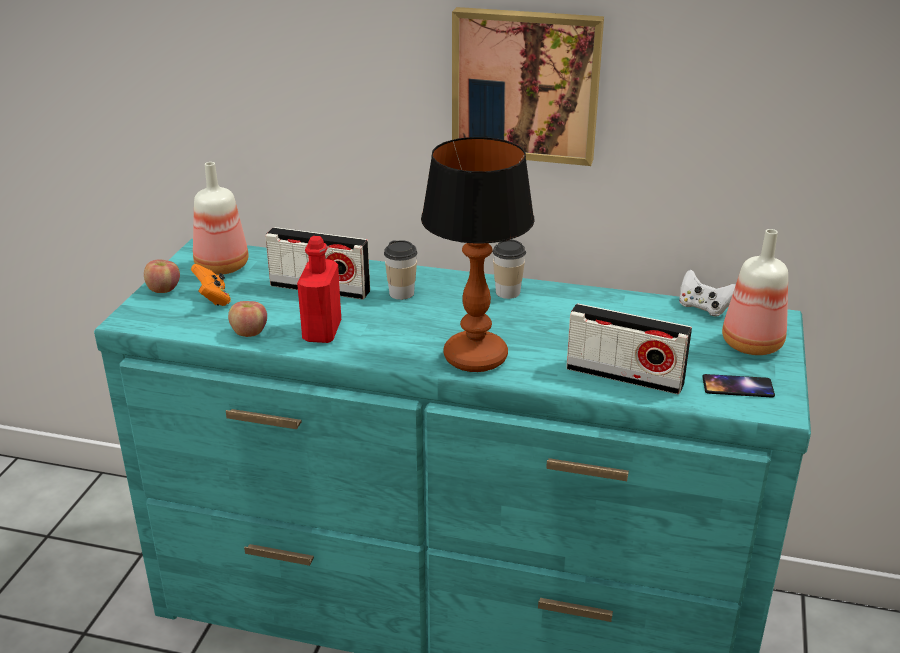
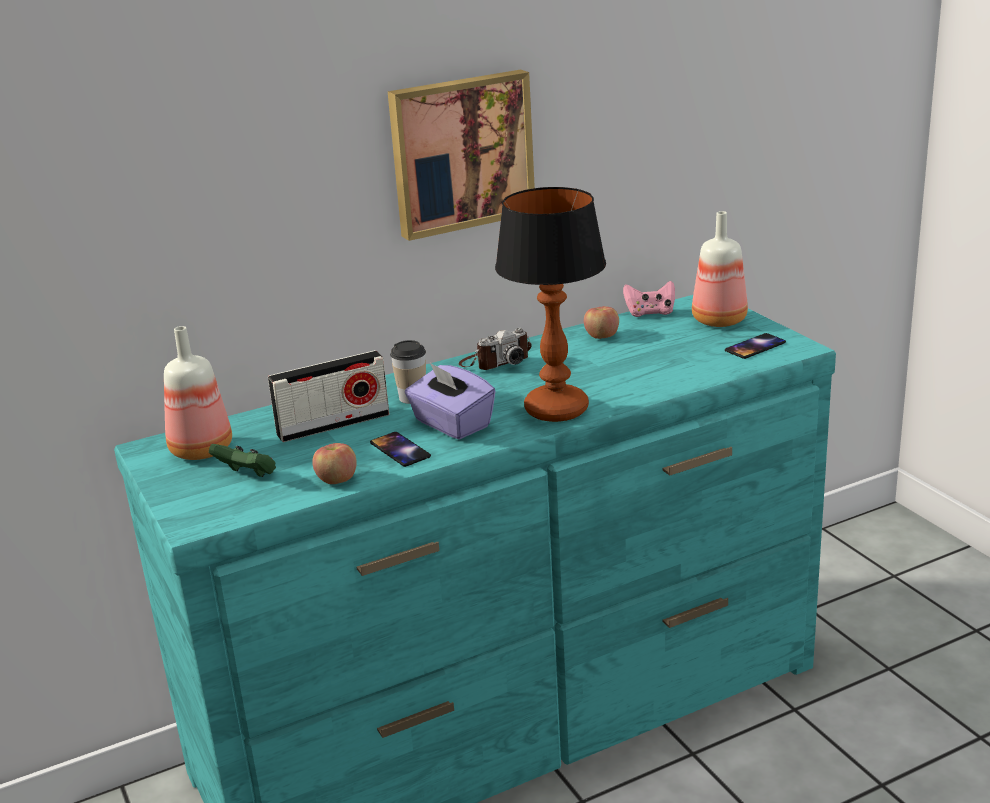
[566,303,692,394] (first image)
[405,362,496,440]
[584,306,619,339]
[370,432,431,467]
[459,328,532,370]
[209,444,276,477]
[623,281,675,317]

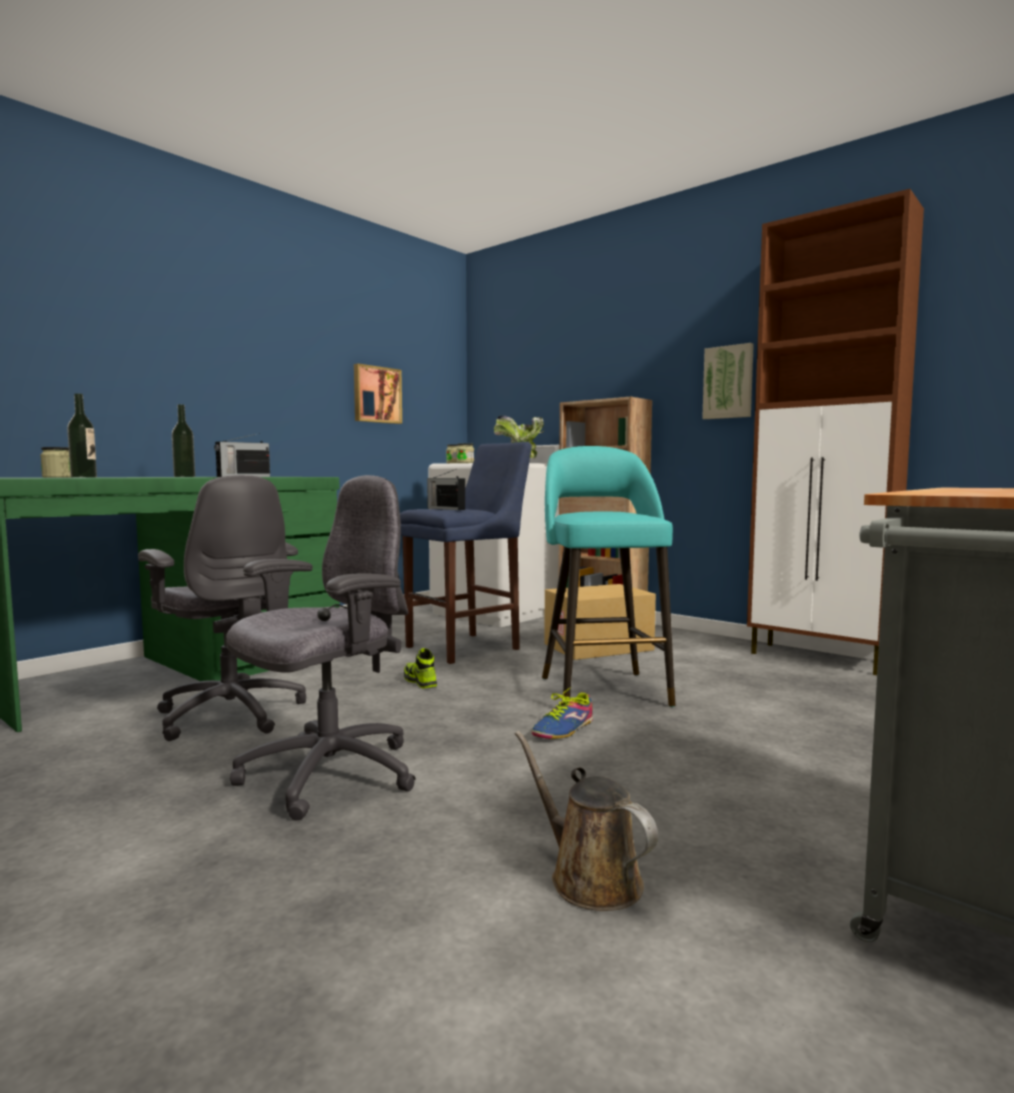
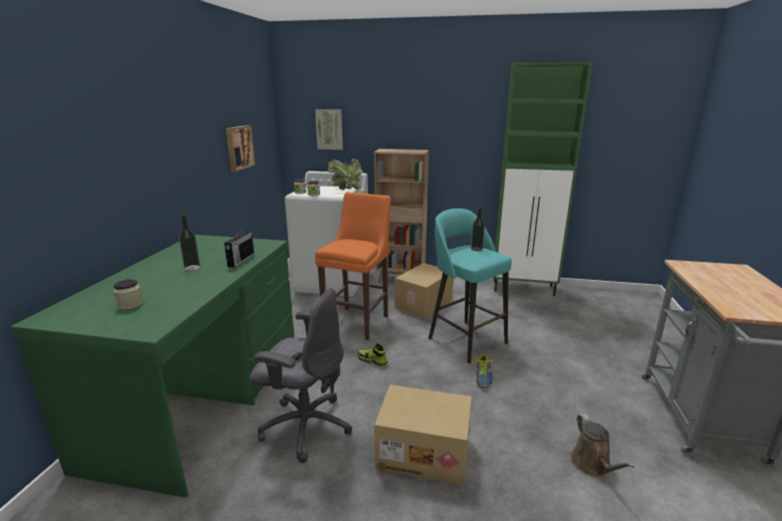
[427,469,465,510] (first image)
[471,207,485,251]
[315,109,343,150]
[374,385,472,486]
[315,192,391,340]
[494,62,592,296]
[570,414,635,477]

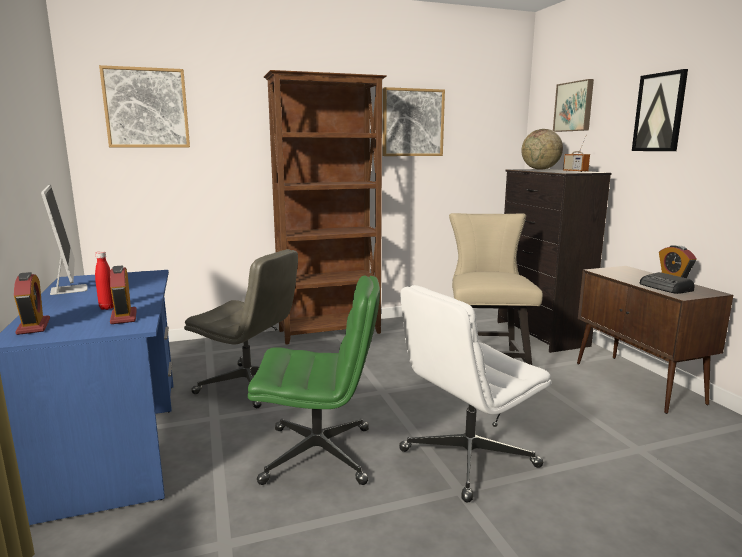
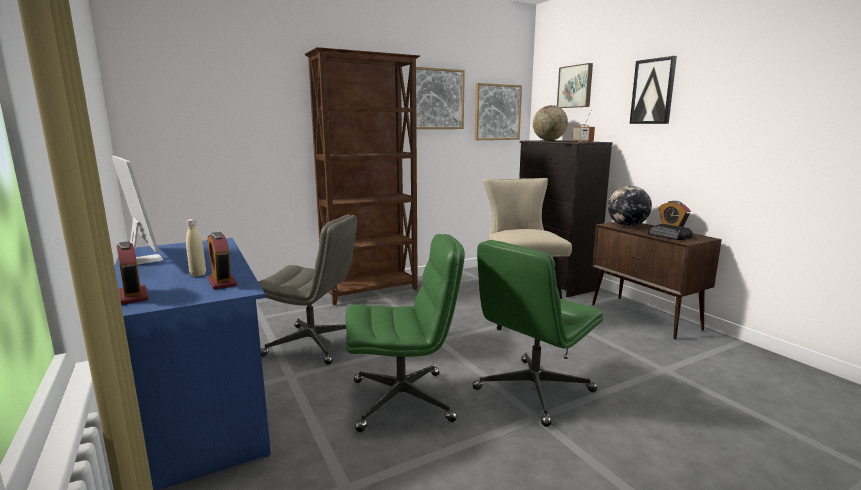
[608,186,652,227]
[475,83,522,140]
[186,219,206,277]
[472,240,604,427]

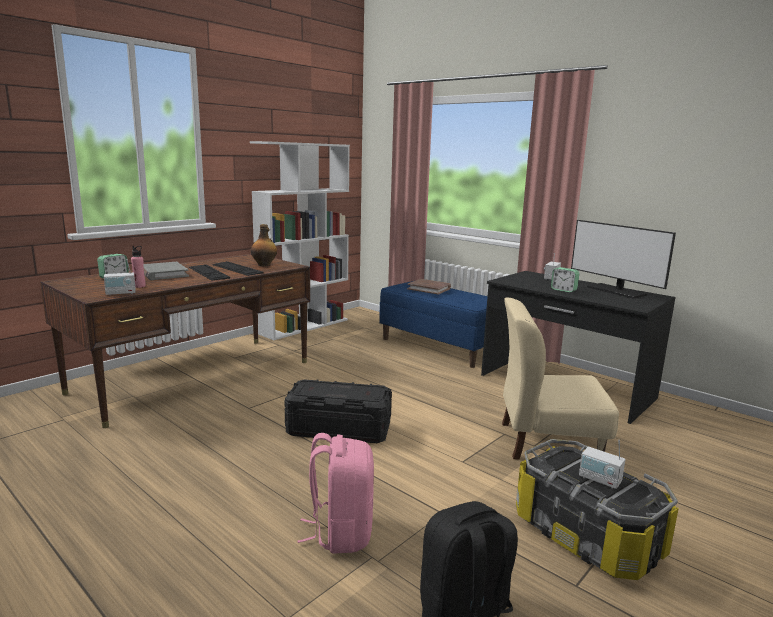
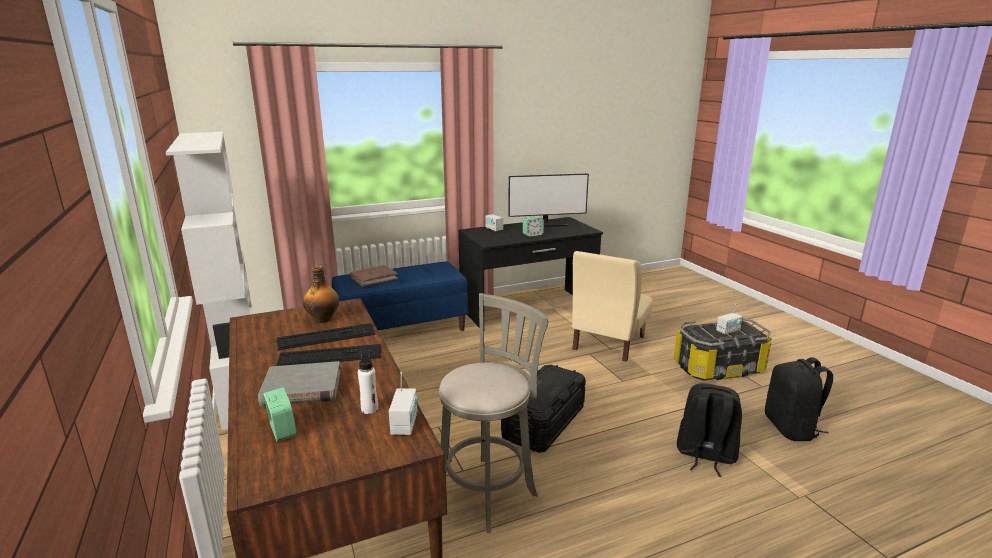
[439,293,548,533]
[358,351,378,414]
[677,383,742,477]

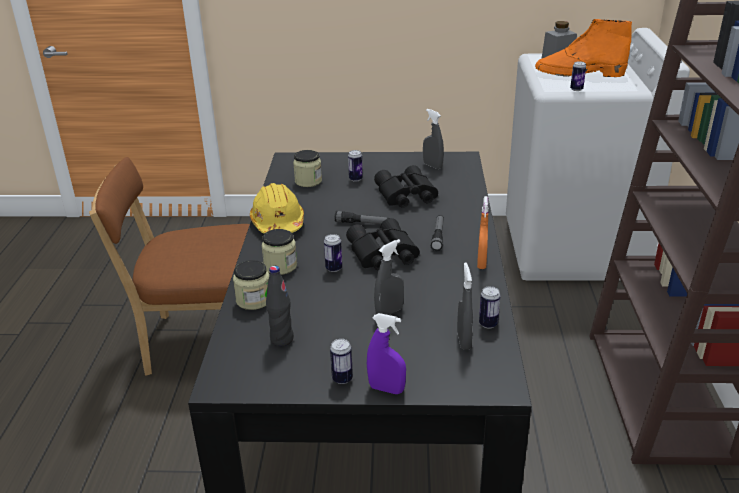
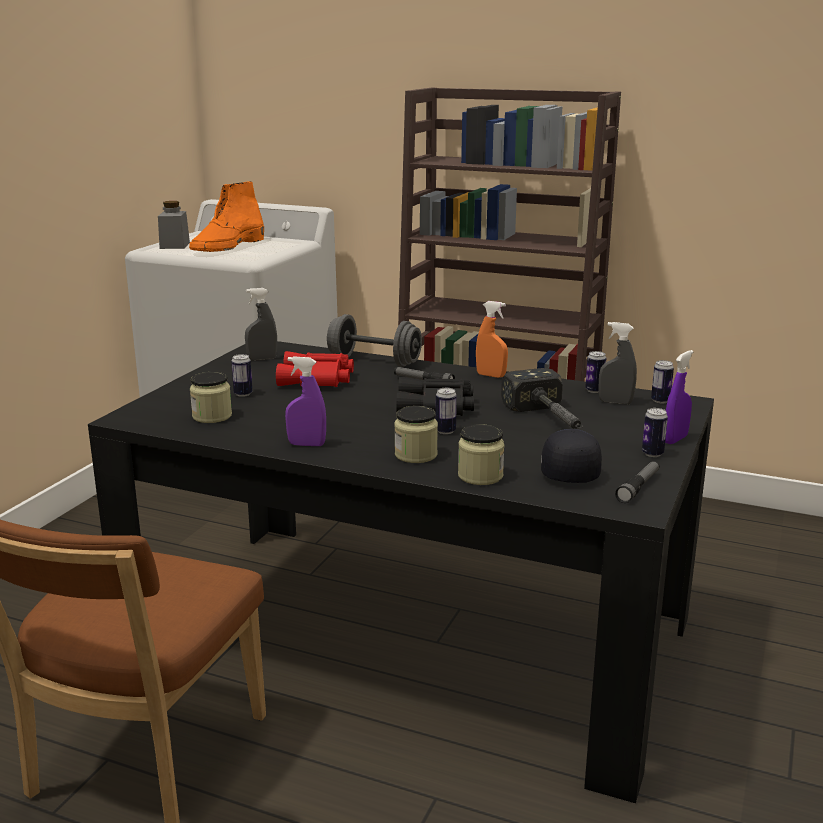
[327,314,422,367]
[615,461,660,503]
[651,360,674,403]
[285,356,326,446]
[541,429,602,483]
[501,368,583,429]
[276,351,354,387]

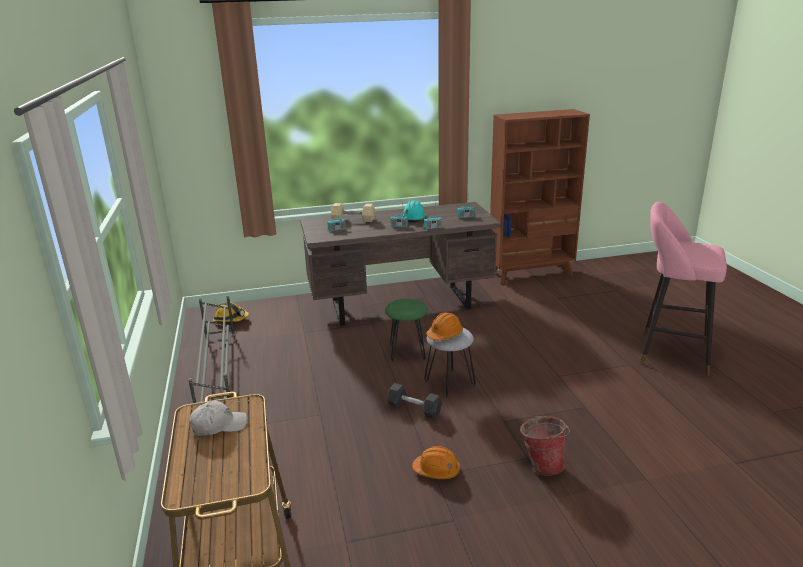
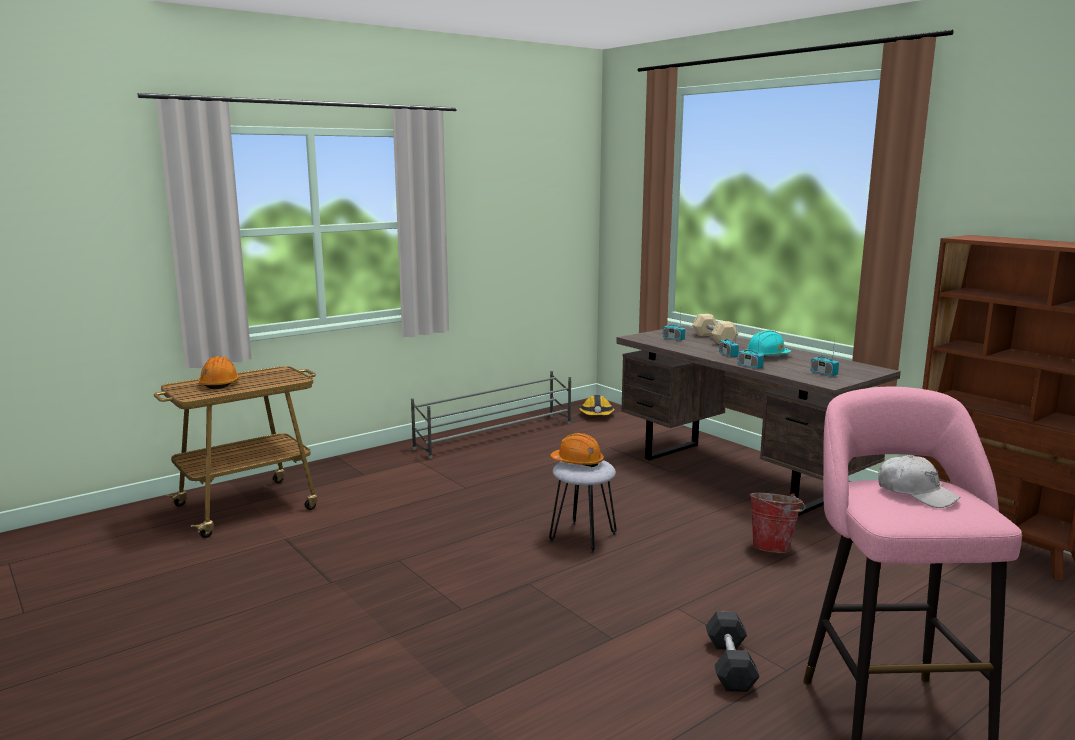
[385,299,428,362] (first image)
[878,455,961,508]
[706,611,760,692]
[198,356,240,389]
[749,493,805,553]

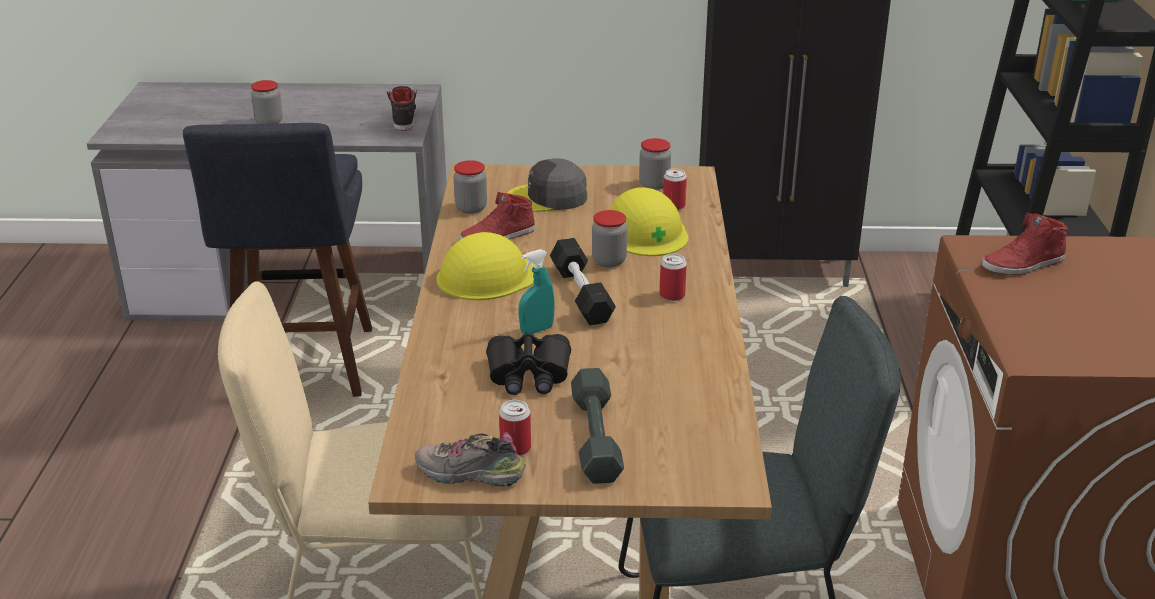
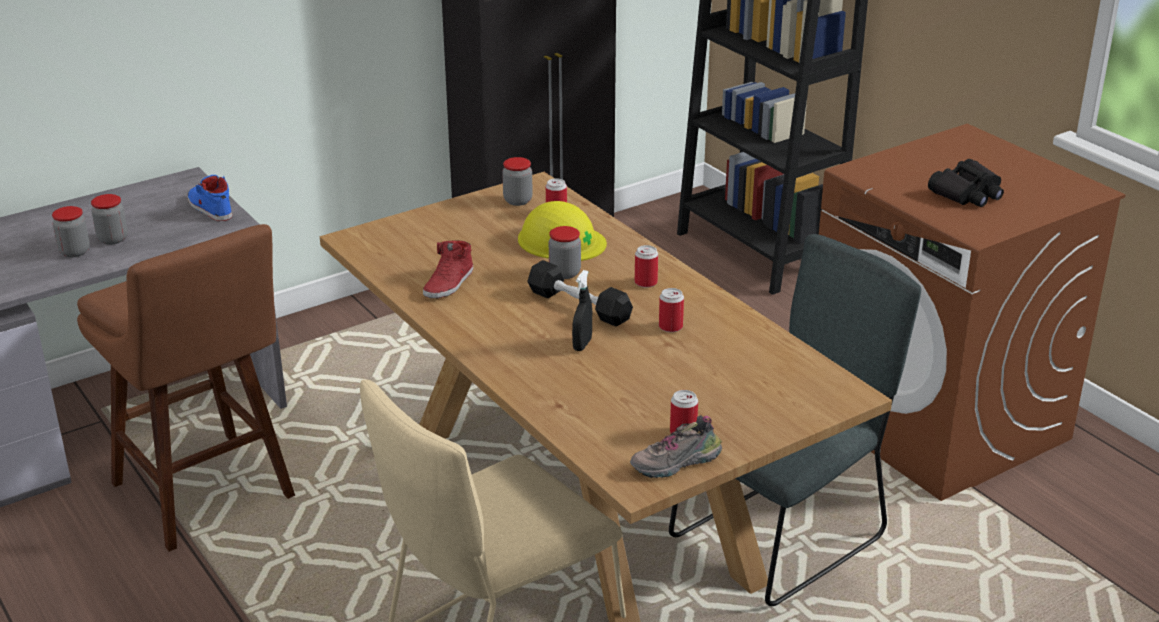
[436,232,534,300] (first image)
[508,158,587,212] (first image)
[571,368,624,484] (first image)
[982,212,1068,275] (first image)
[659,288,684,332]
[91,194,128,245]
[928,159,1004,207]
[77,224,295,552]
[187,175,232,221]
[572,270,592,351]

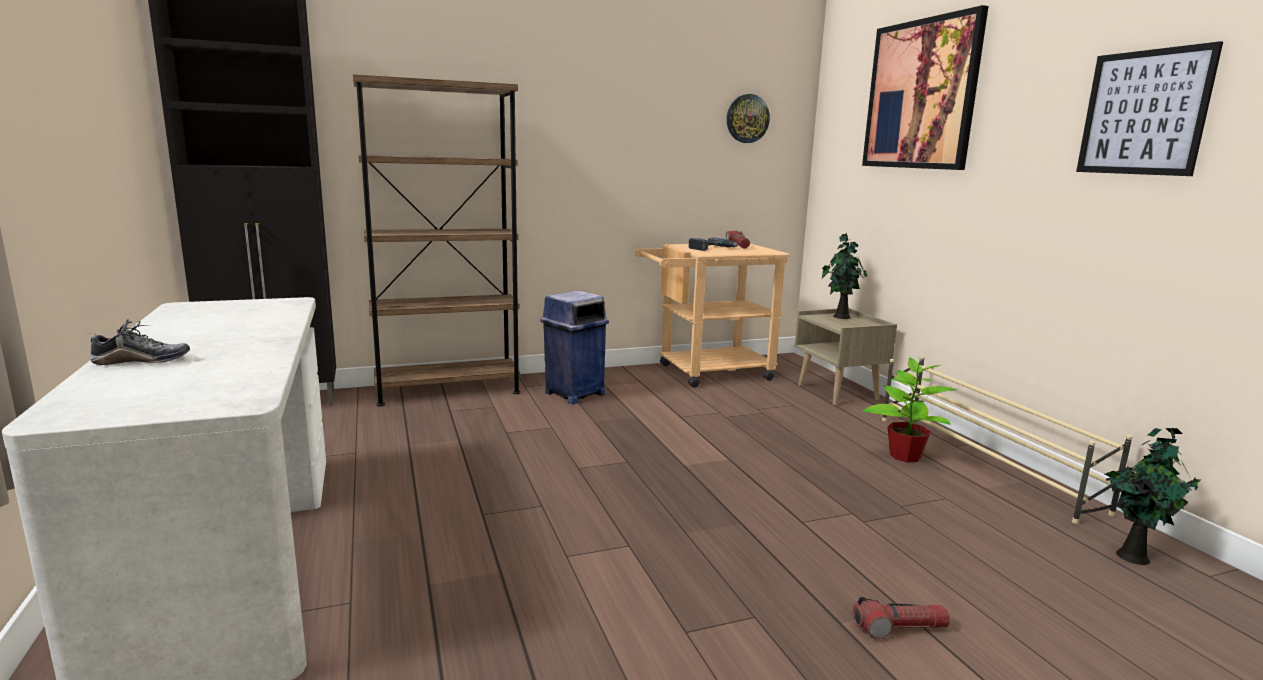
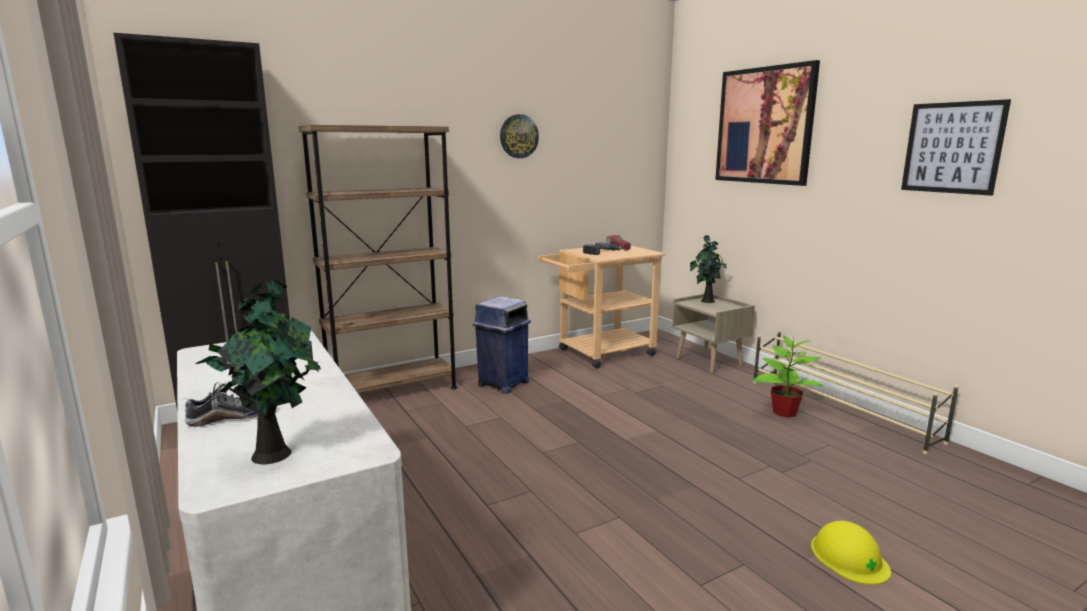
[500,114,539,158]
[196,279,321,464]
[811,521,891,585]

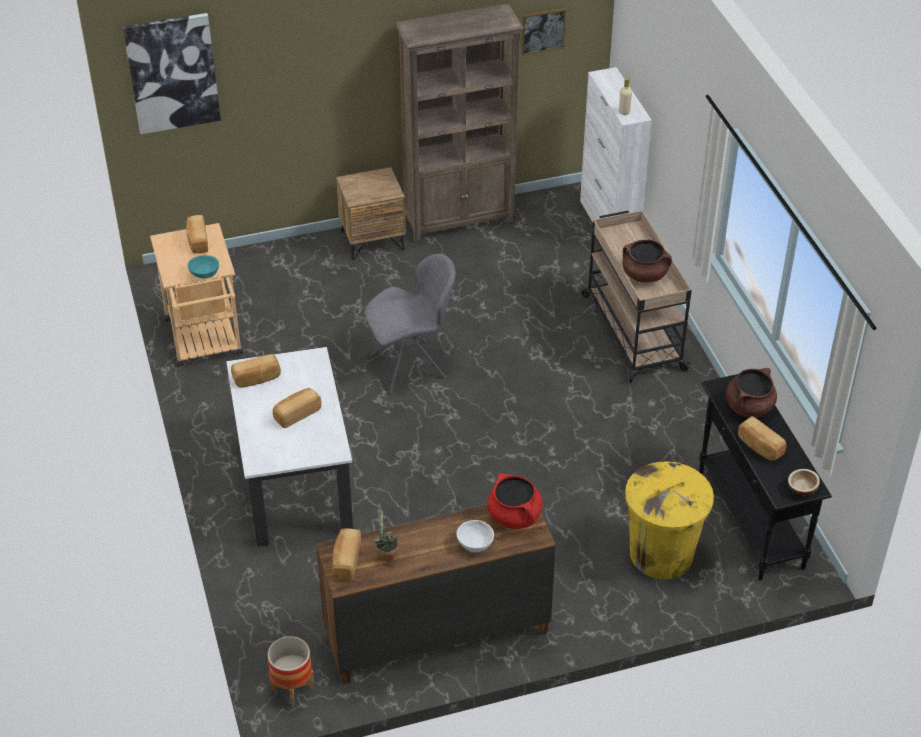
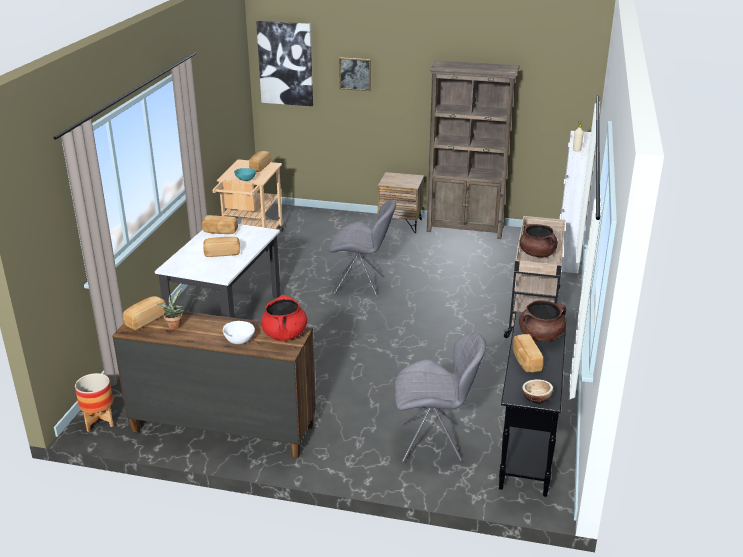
[339,57,371,91]
[395,333,486,462]

